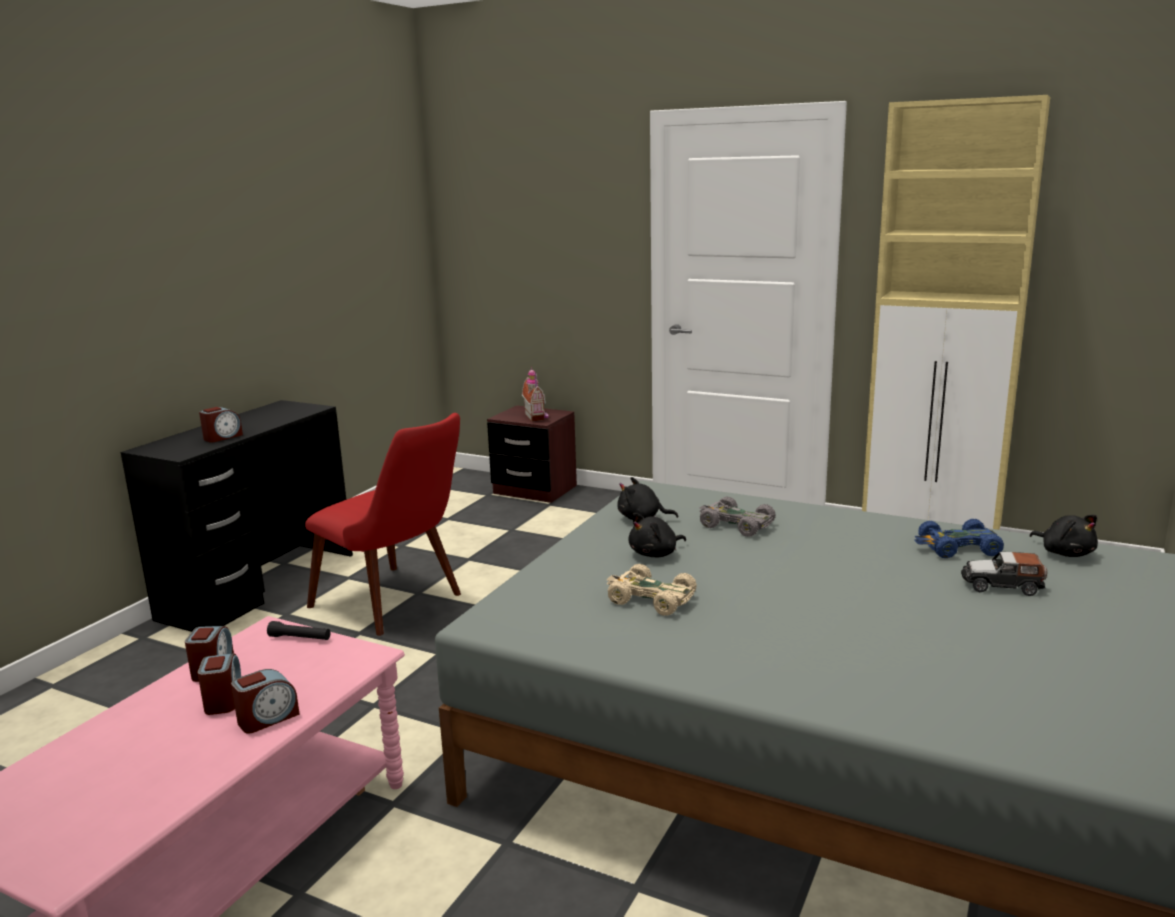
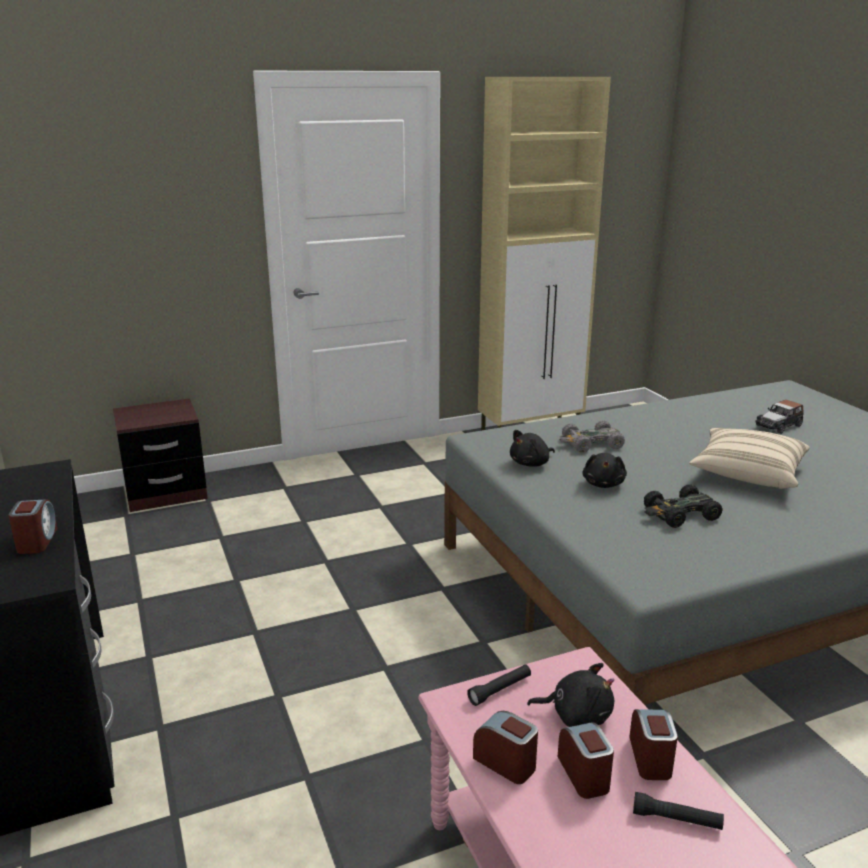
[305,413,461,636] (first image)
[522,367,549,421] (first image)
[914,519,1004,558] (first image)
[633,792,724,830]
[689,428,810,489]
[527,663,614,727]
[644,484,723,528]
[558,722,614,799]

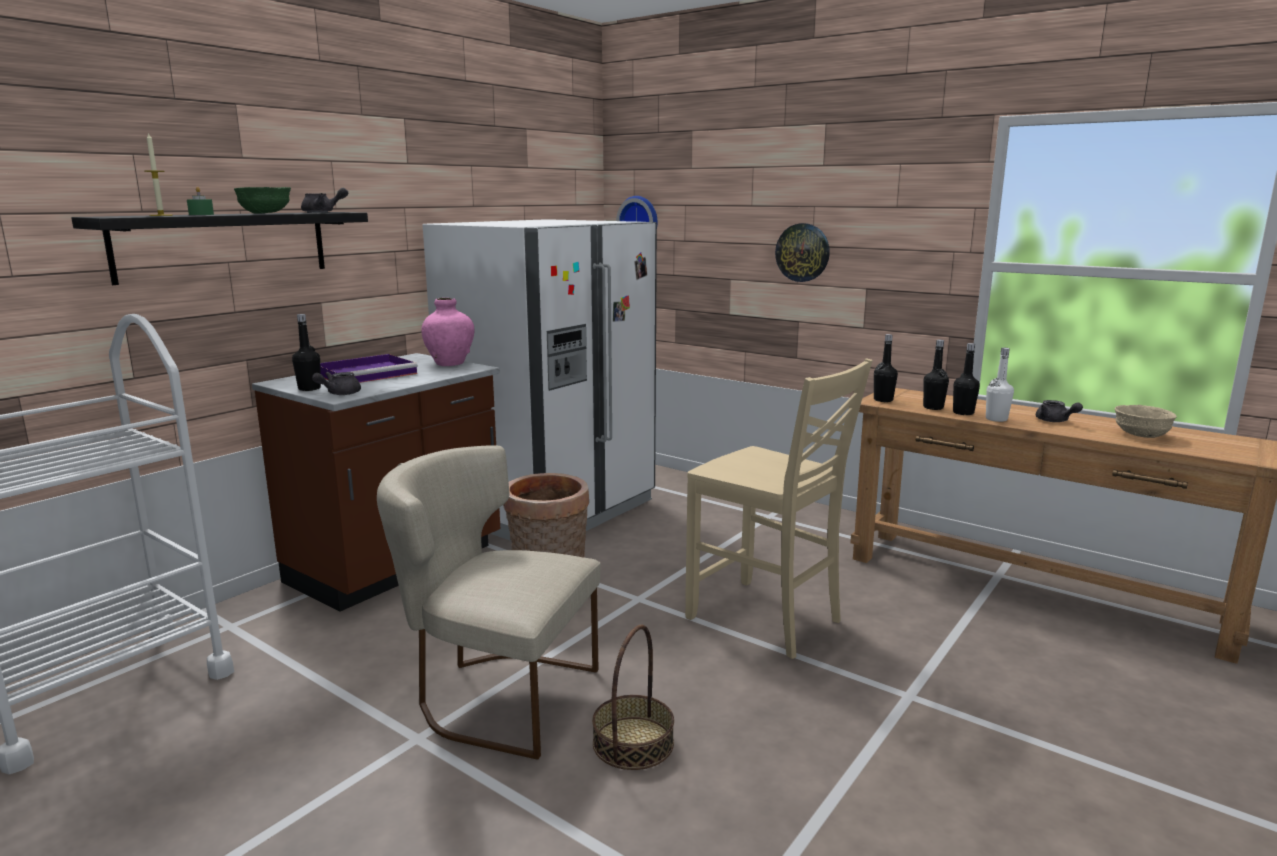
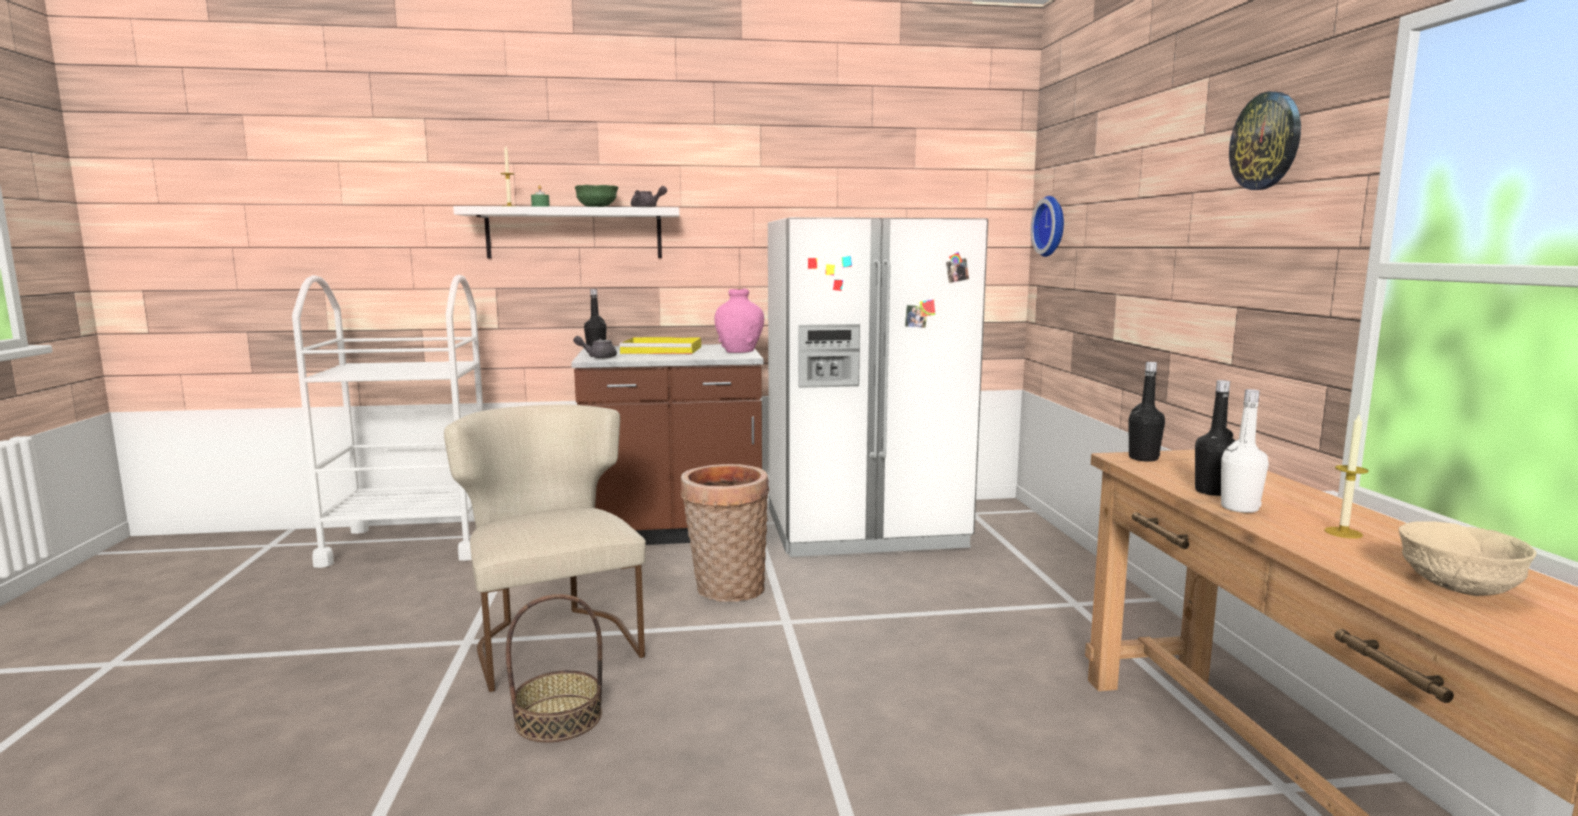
[685,359,872,659] (first image)
[923,340,949,410] (first image)
[1229,92,1301,190]
[1324,415,1369,539]
[453,206,679,258]
[619,337,701,354]

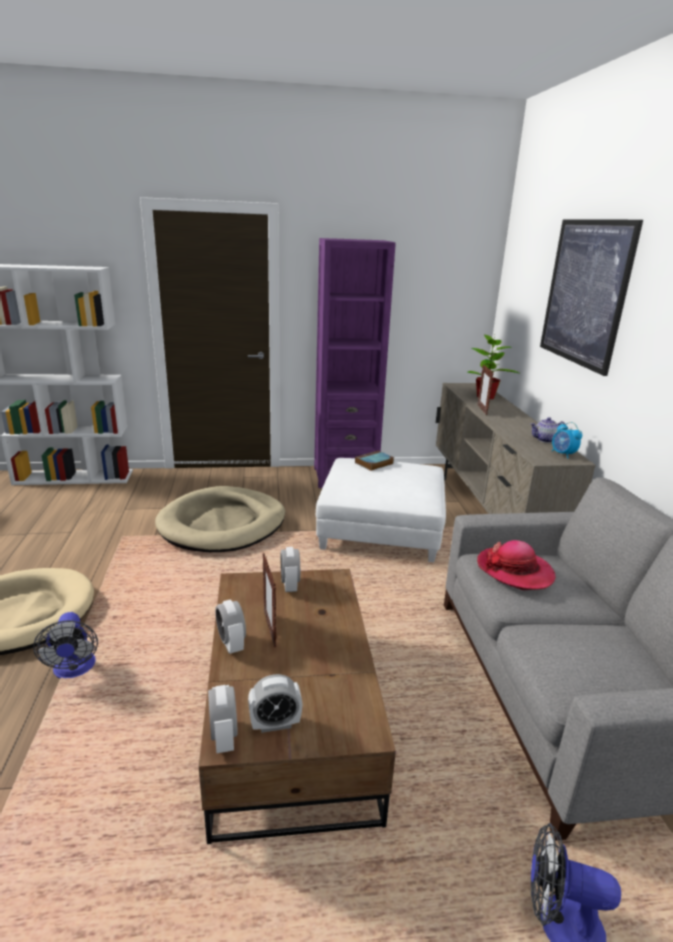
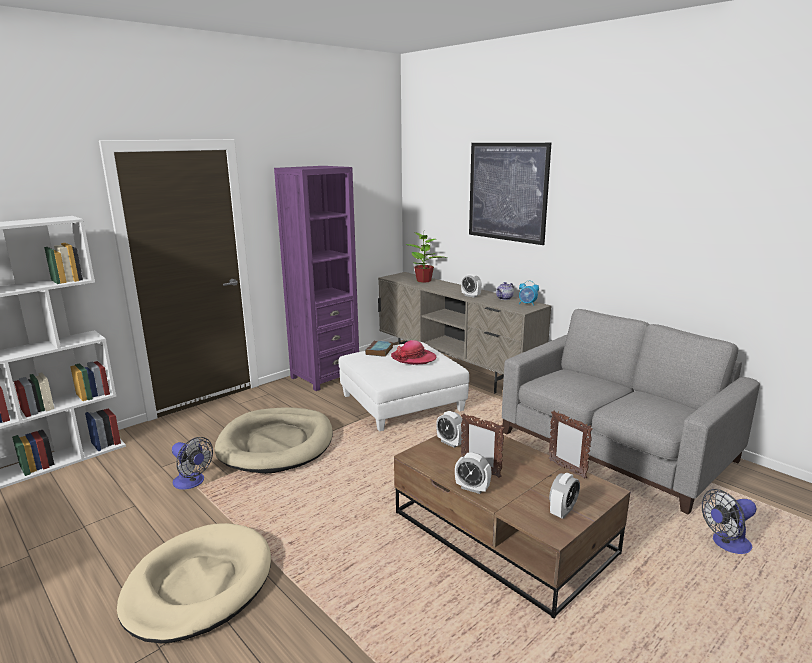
[172,437,213,490]
[461,273,482,298]
[549,410,593,479]
[391,340,436,365]

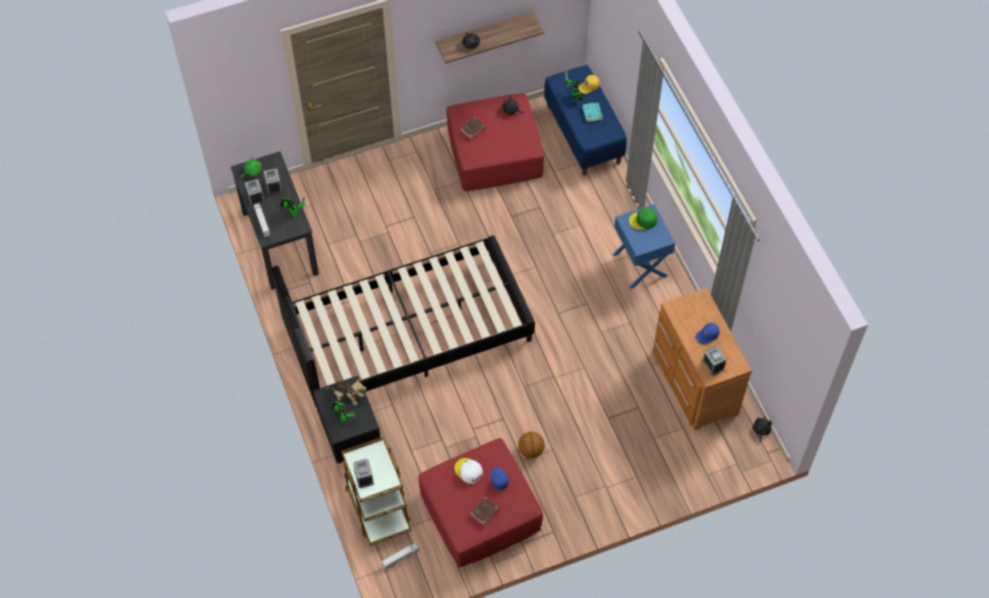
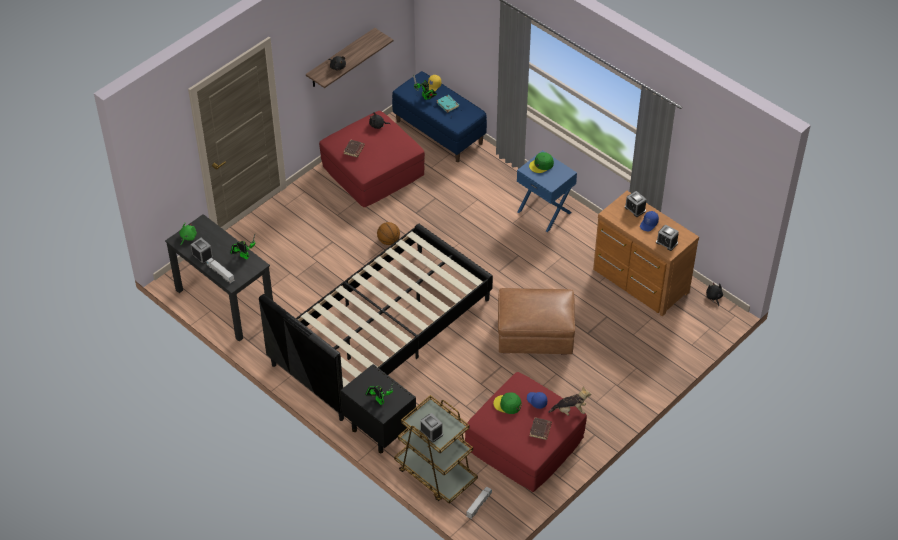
[498,288,575,354]
[625,191,647,217]
[548,386,591,416]
[377,222,400,245]
[493,392,521,414]

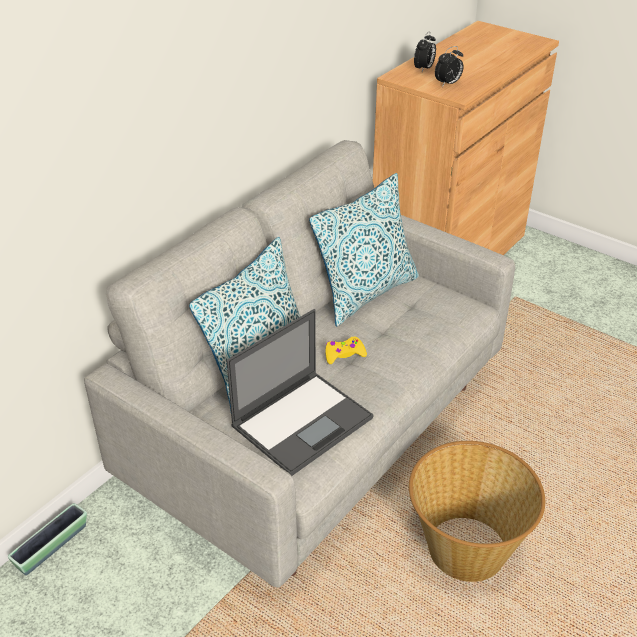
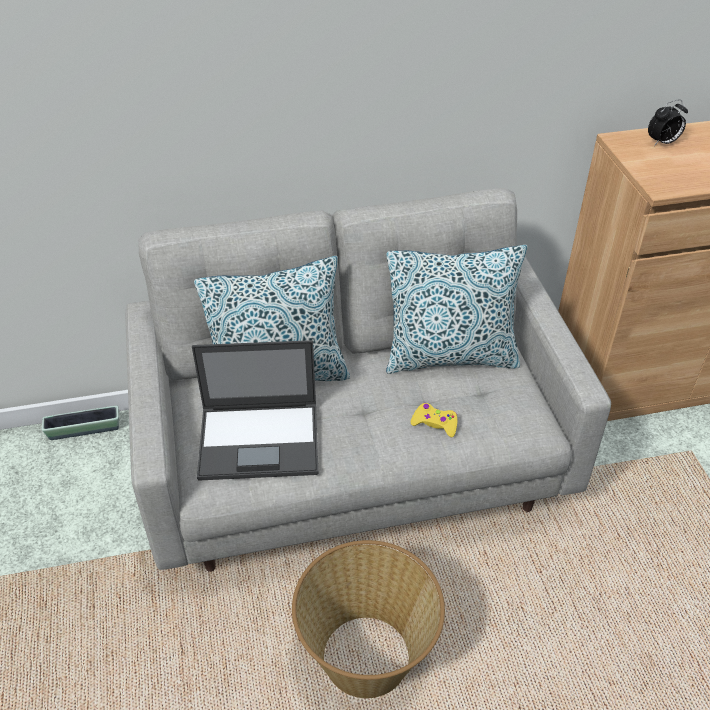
[435,46,464,87] (first image)
[411,403,457,437]

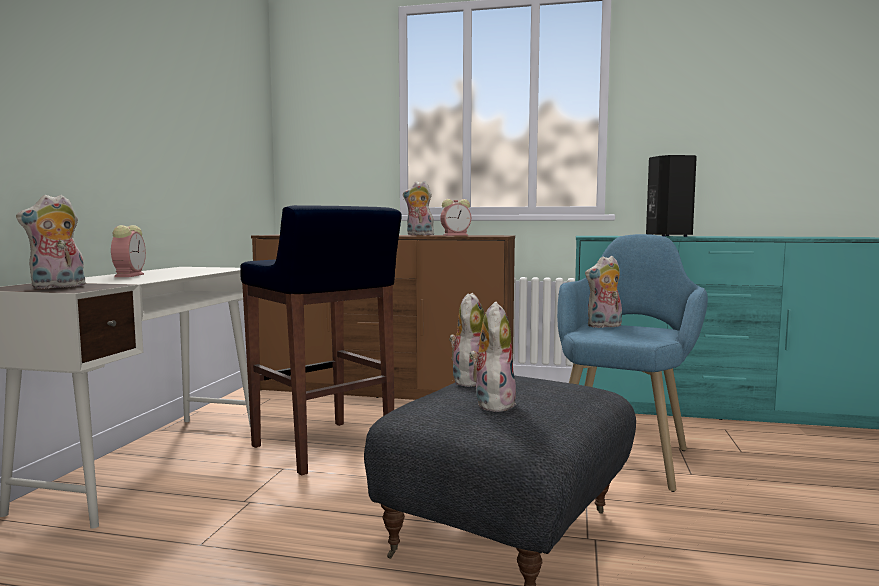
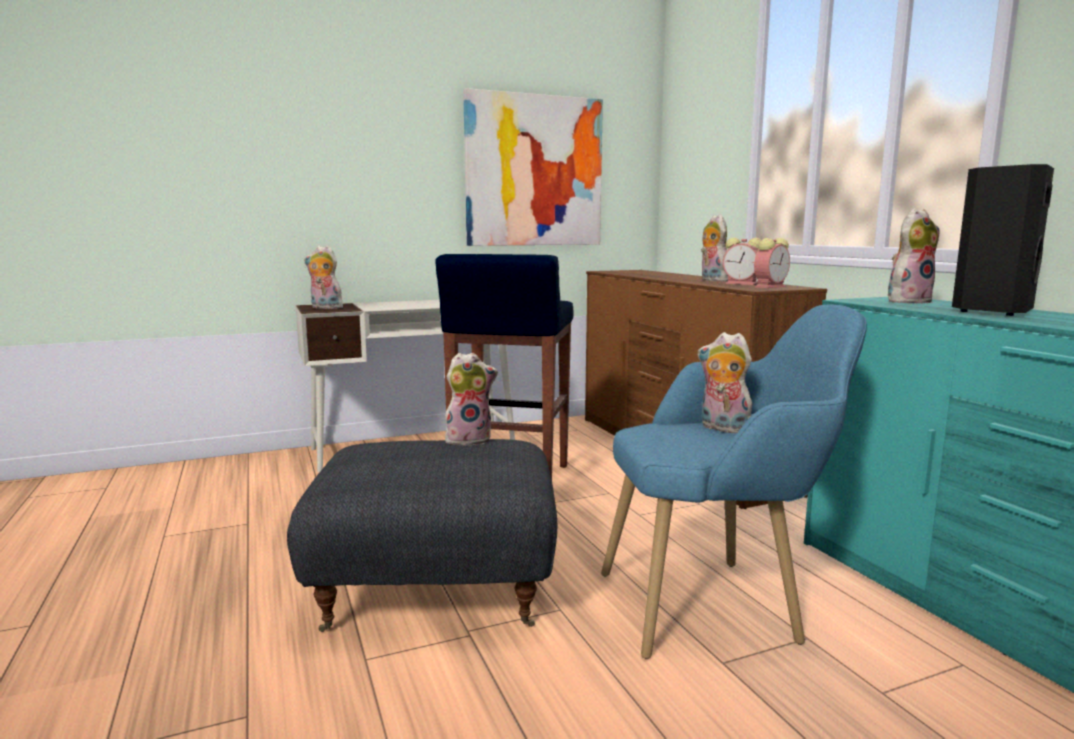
[463,88,603,246]
[754,238,790,288]
[888,208,940,304]

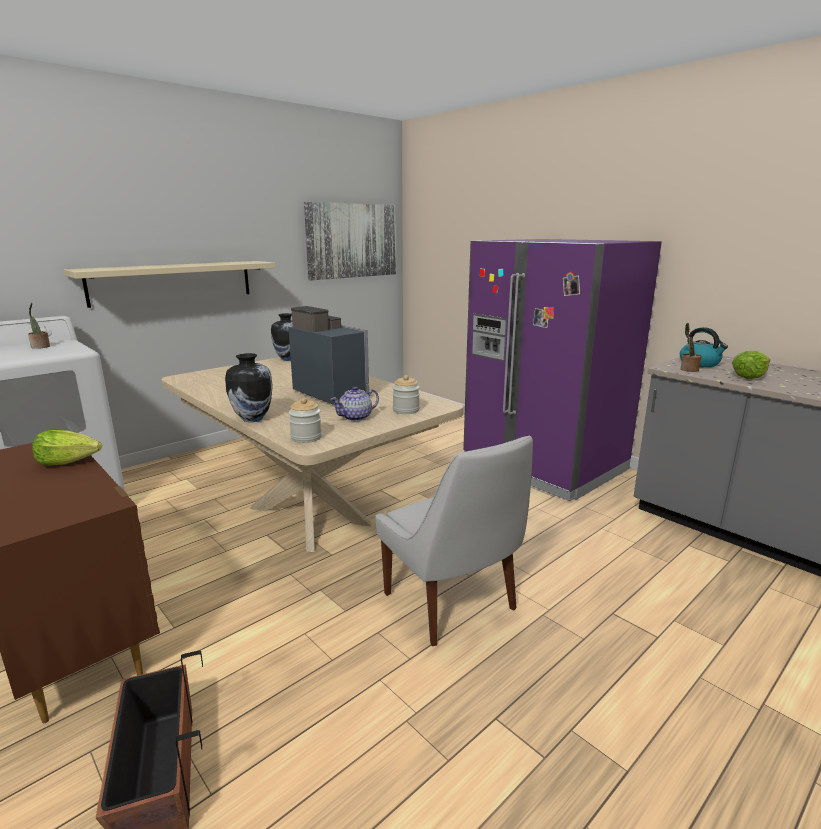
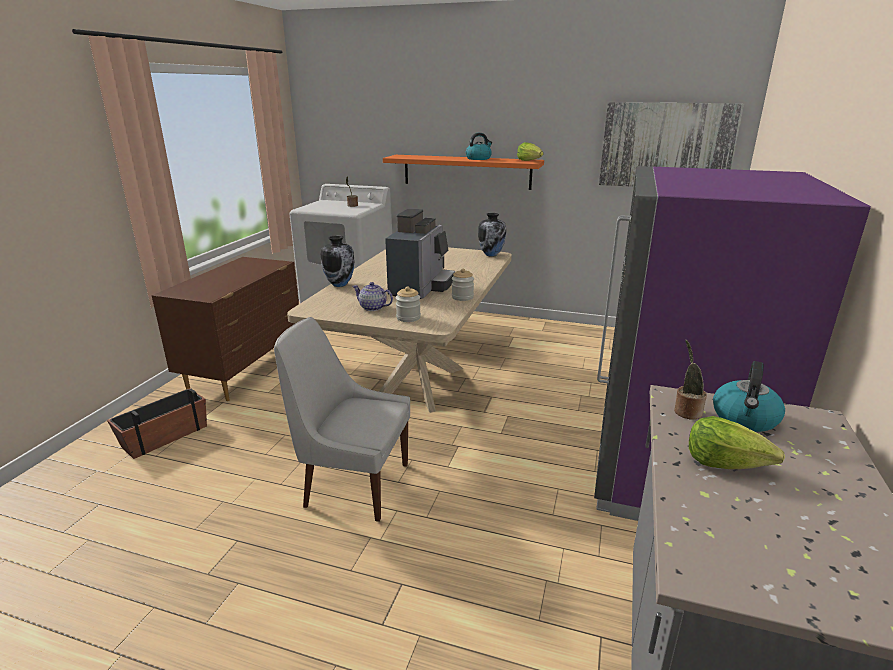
[466,133,492,160]
[517,142,543,161]
[452,269,474,301]
[383,155,544,190]
[274,317,410,522]

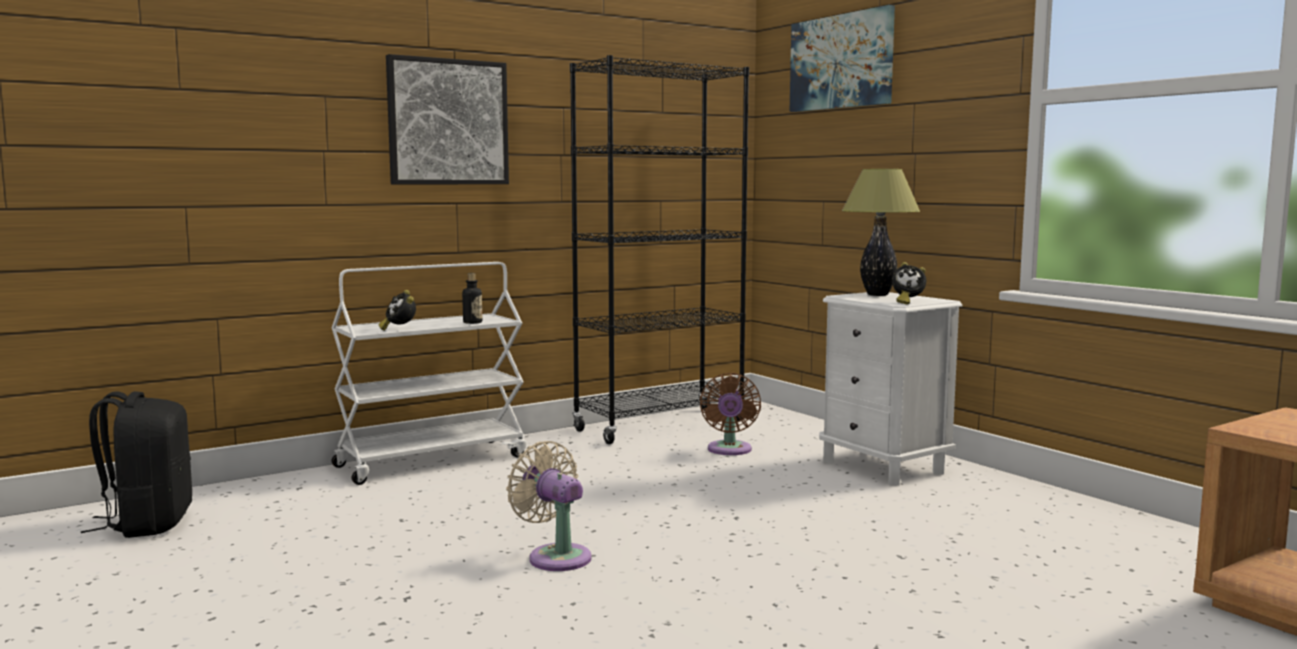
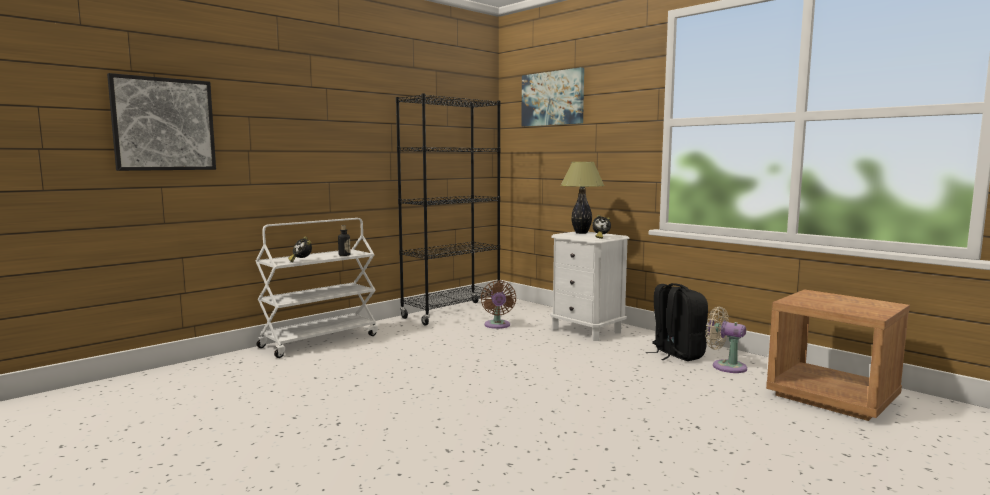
[645,283,708,361]
[107,73,216,171]
[706,307,747,373]

